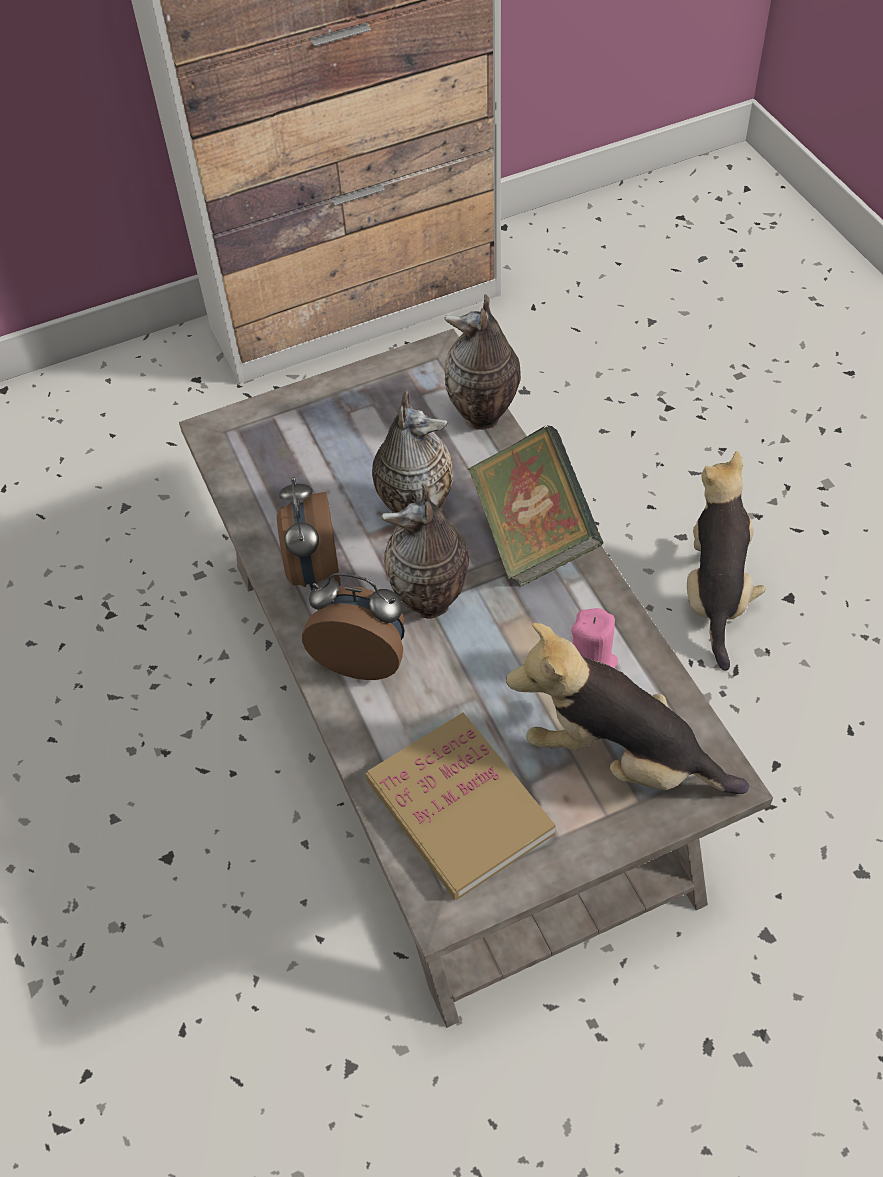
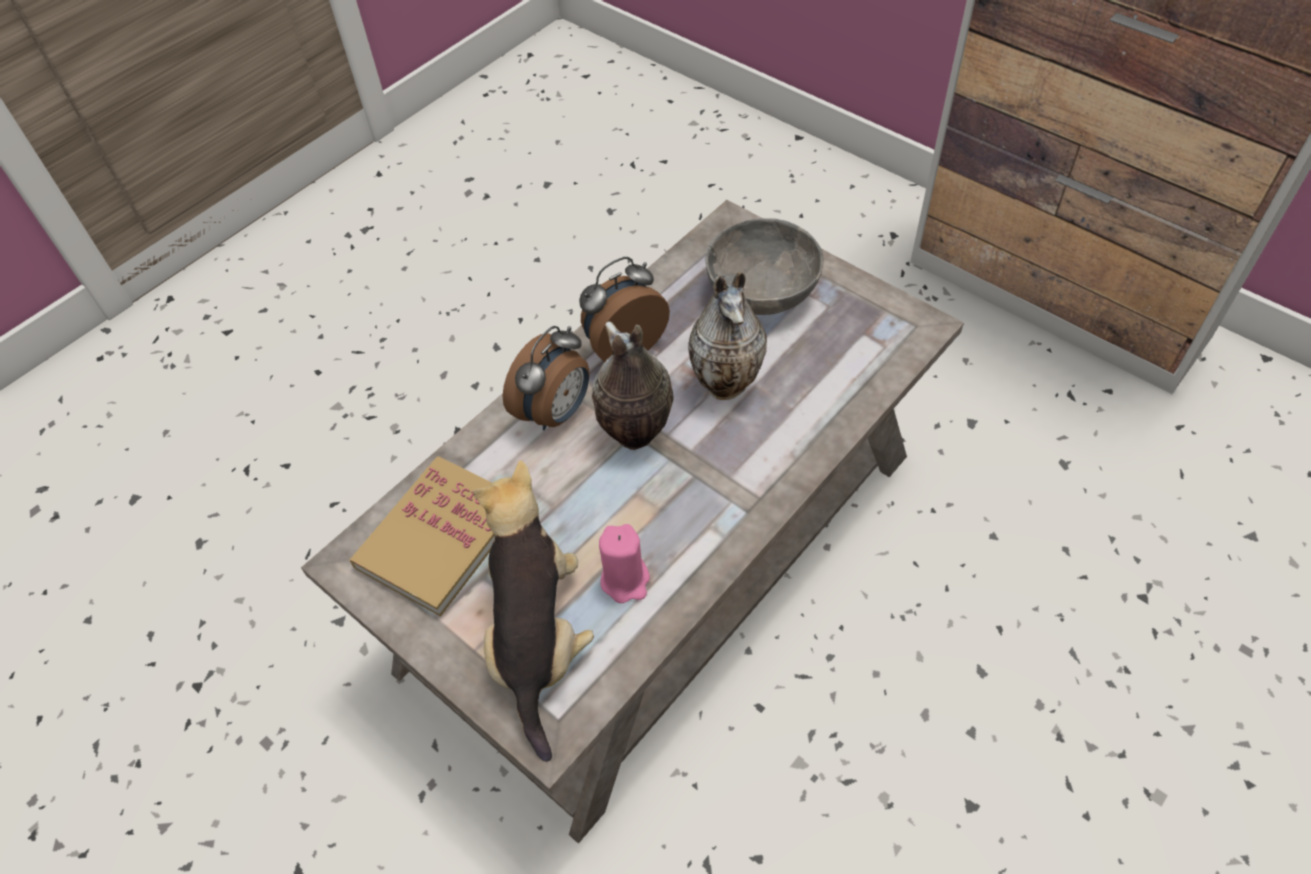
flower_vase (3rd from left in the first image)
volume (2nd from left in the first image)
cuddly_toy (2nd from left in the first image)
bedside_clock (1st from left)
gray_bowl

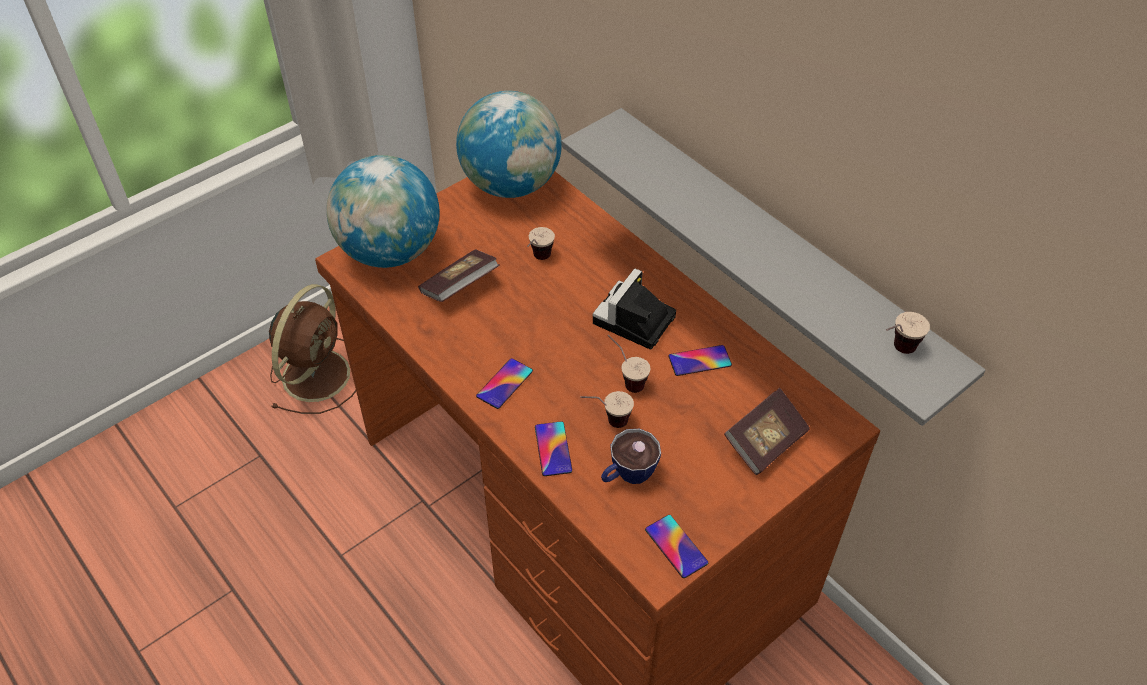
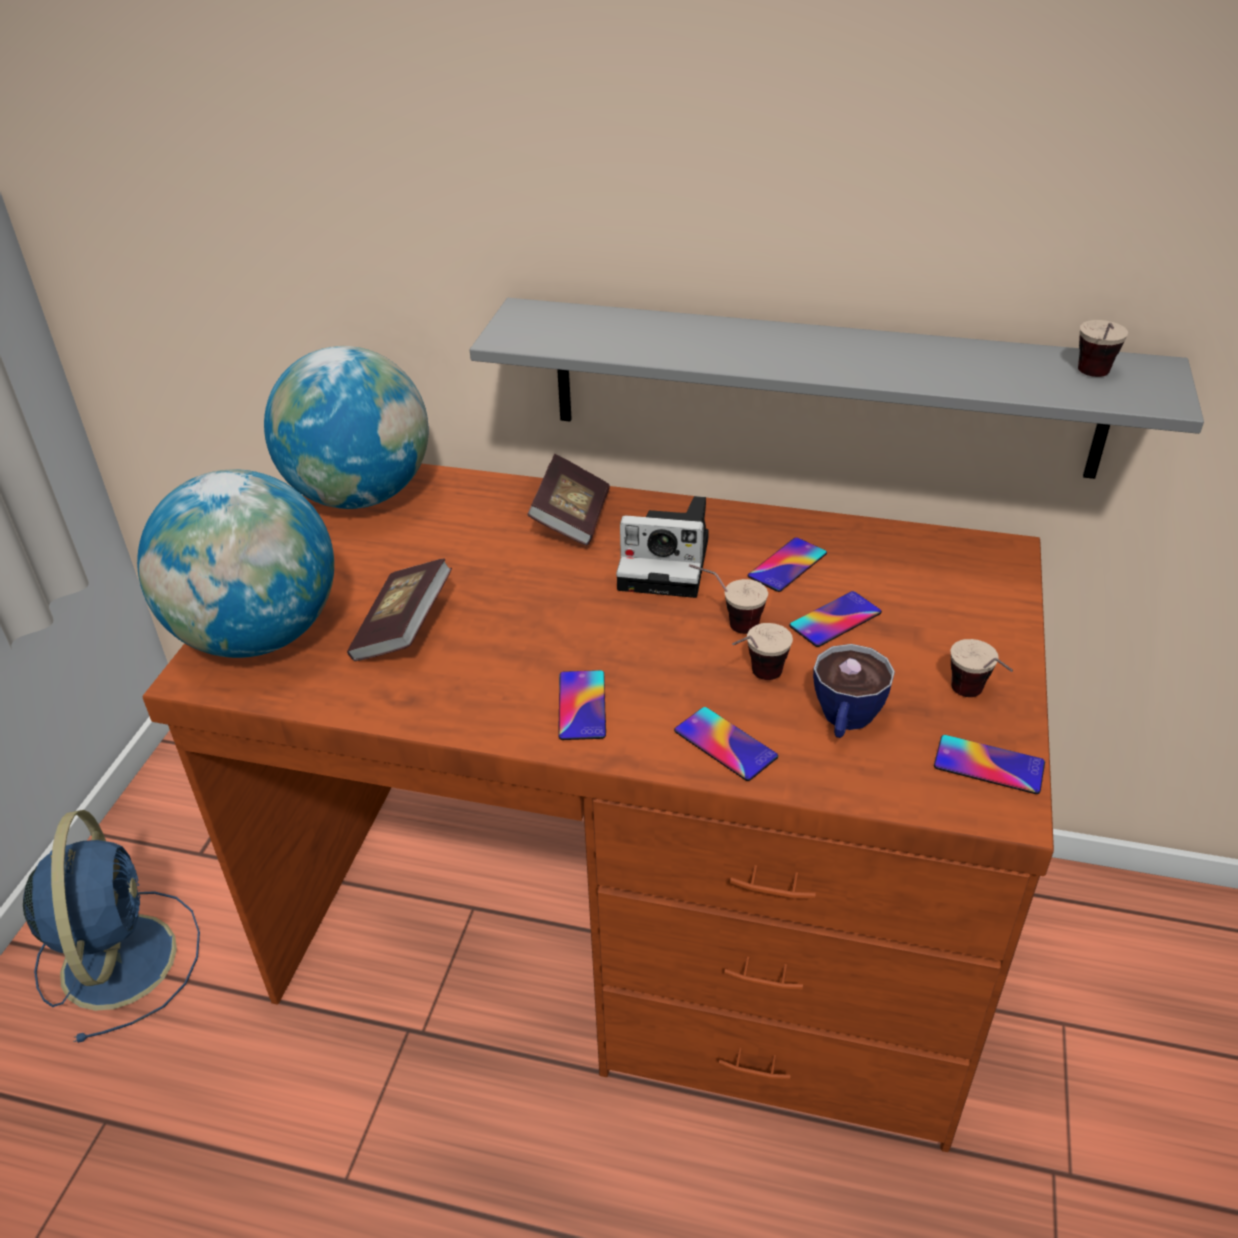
cup (4th from left)
photo_camera
blue_cooling_fan
volume (2nd from left)
handset (4th from left)

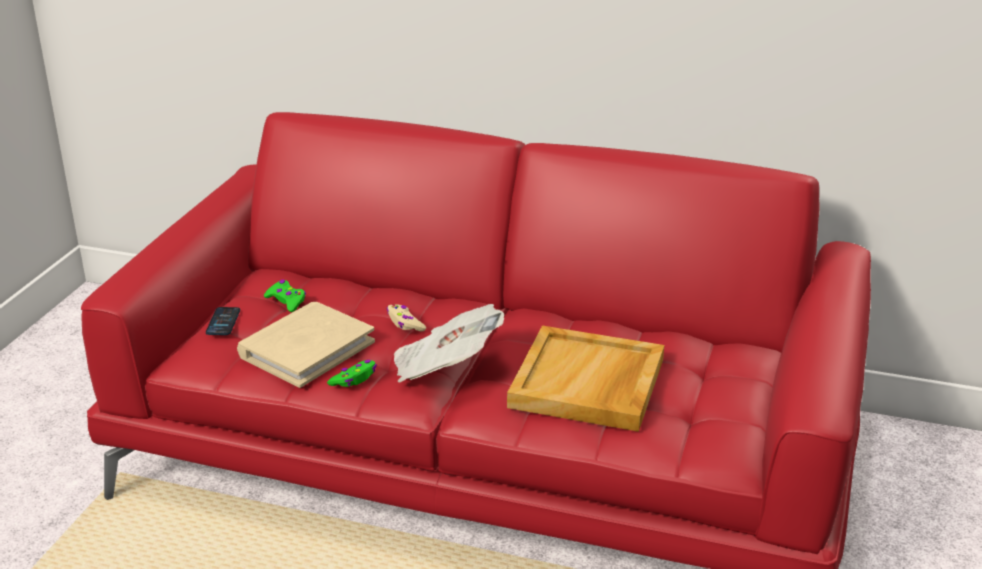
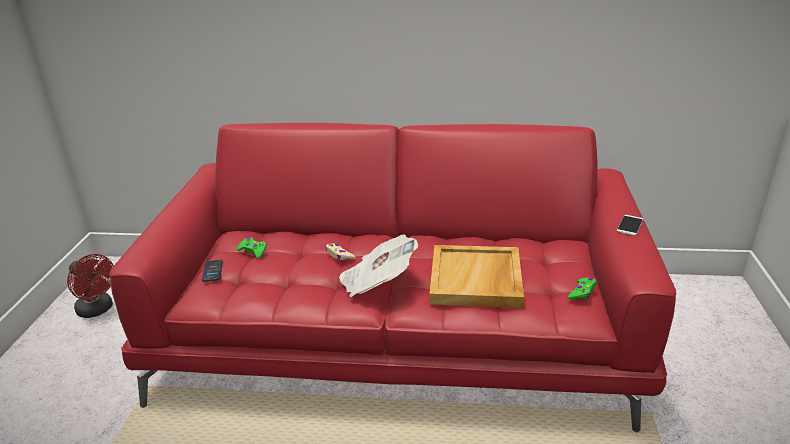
beige-coloured_volume
green-coloured_joypad (2nd from left)
handset (2nd from left)
reddish_cooling_fan

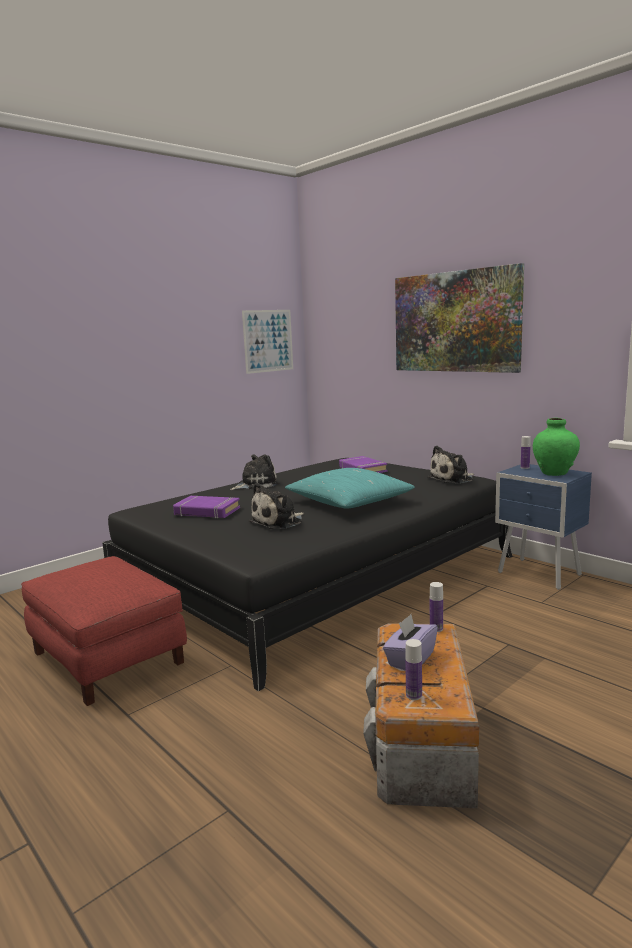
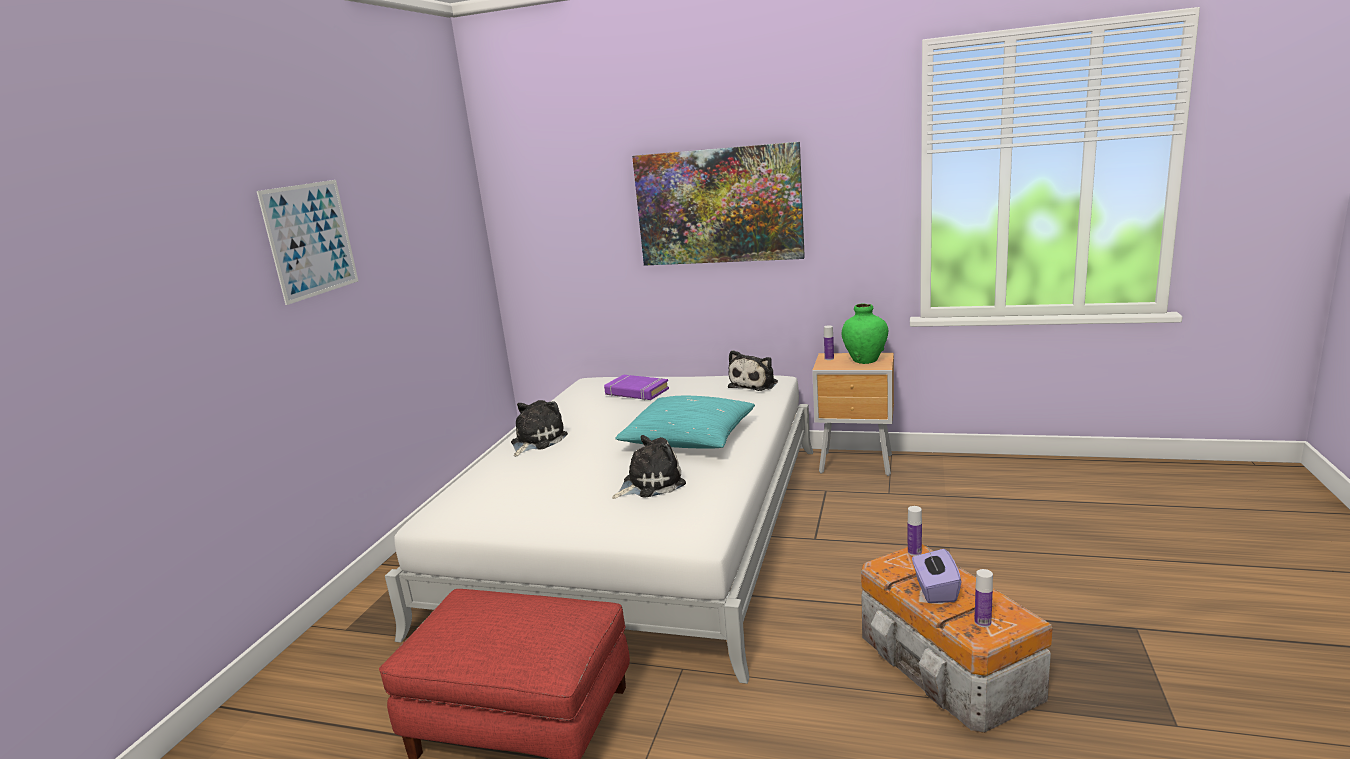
wall_picture (1st from left)
white-coloured_sleeping_bed
brown_bedside_table
cuddly_toy (2nd from left)
purplish_volume (1st from left in the first image)

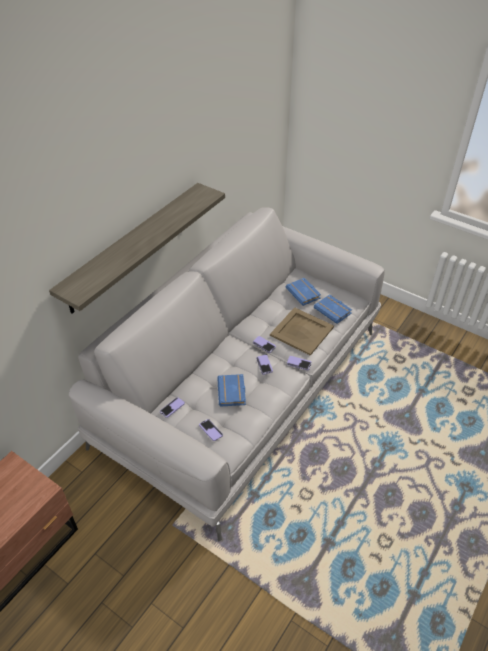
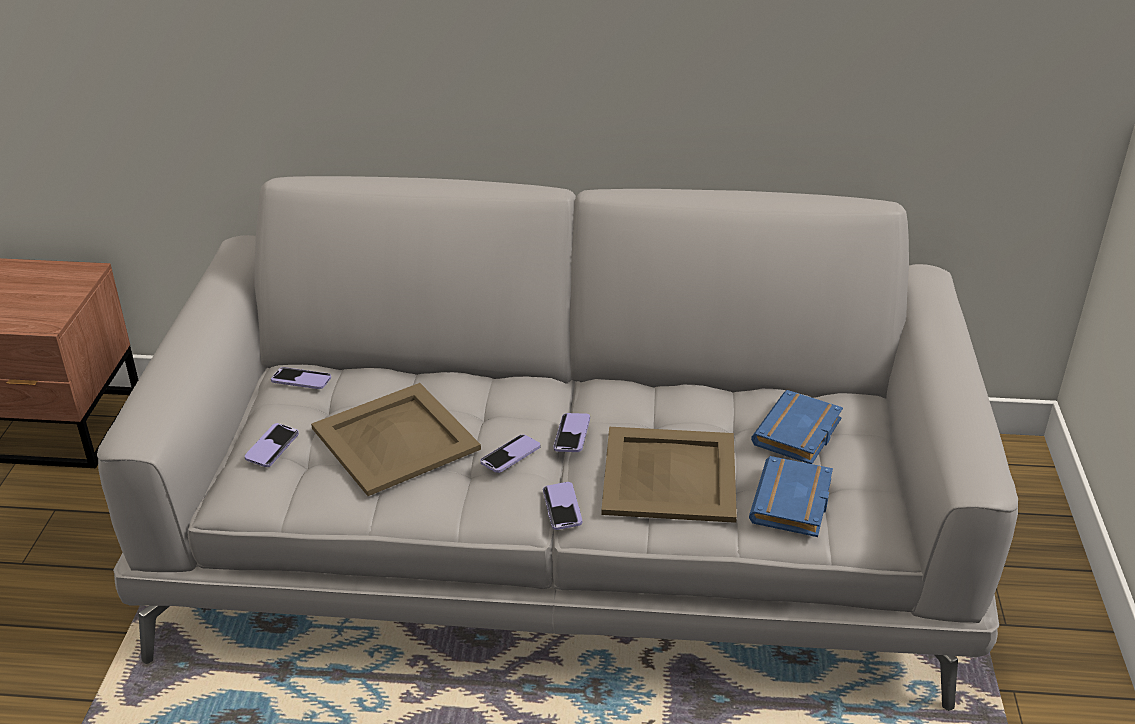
bracket_shelf
beige-coloured_carrying_tray (1st from left)

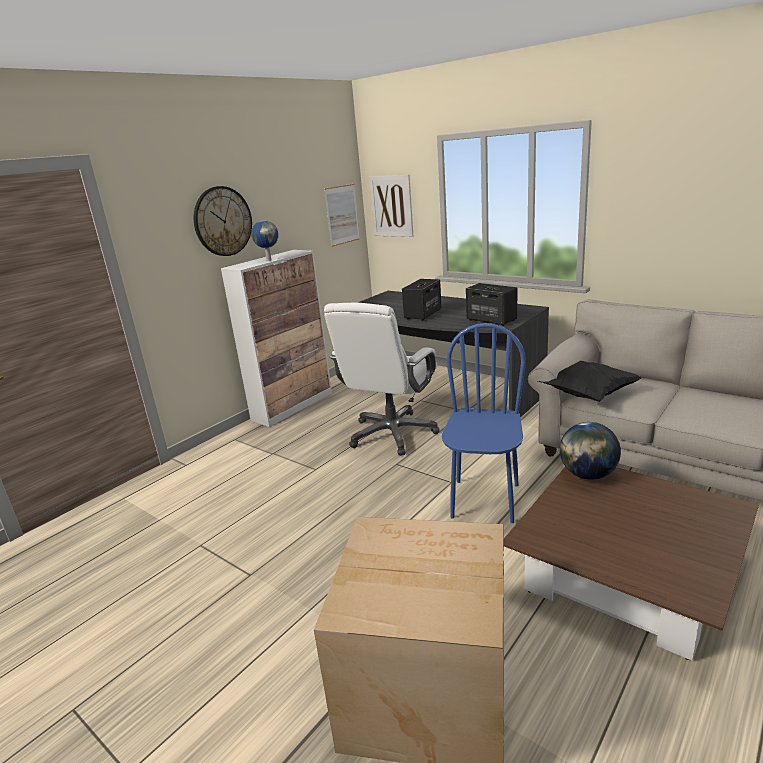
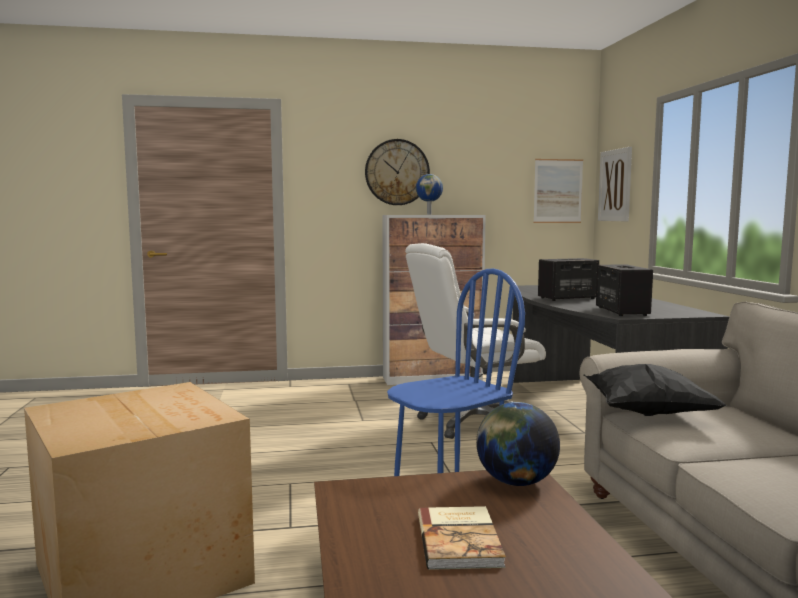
volume

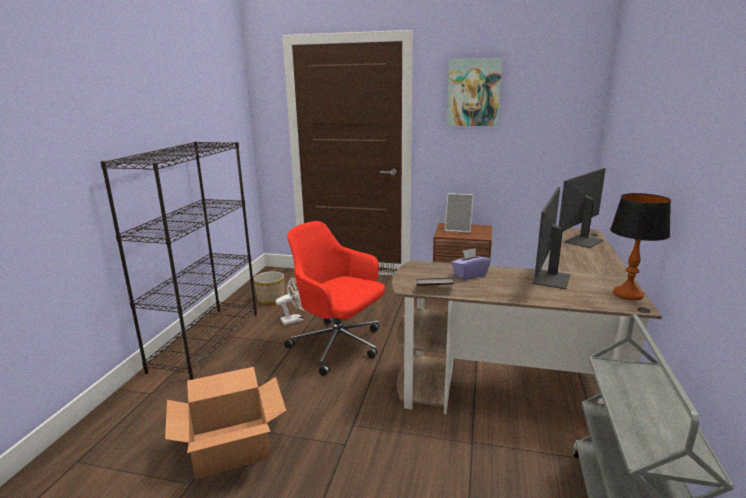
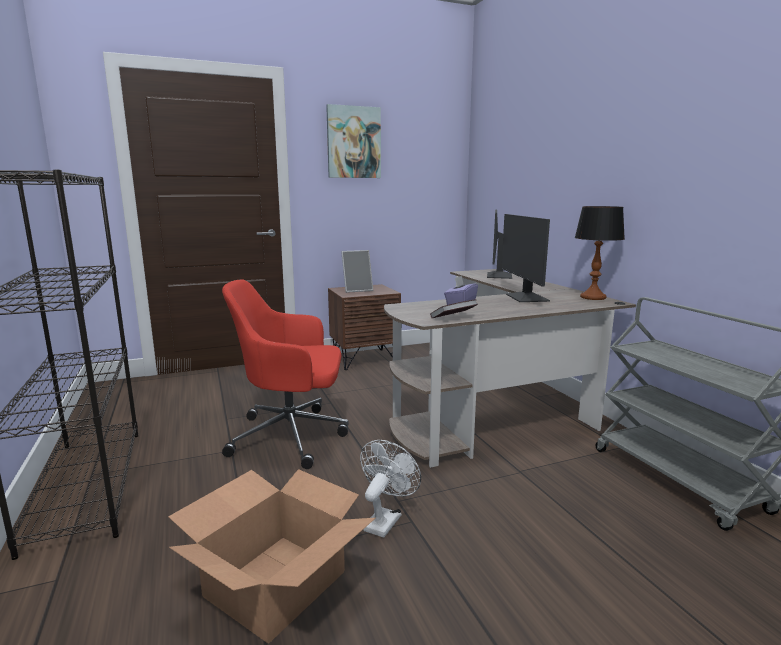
flower_pot
white-coloured_cooling_fan

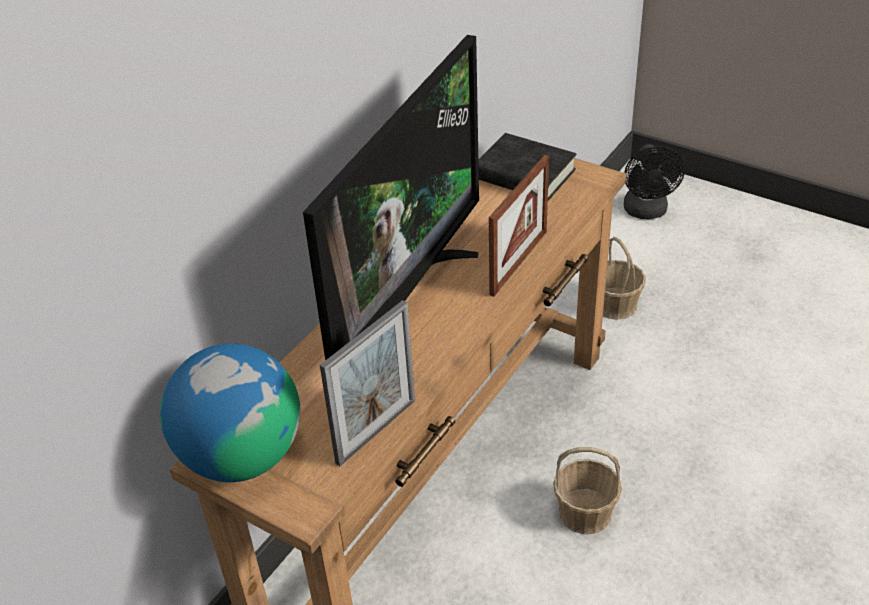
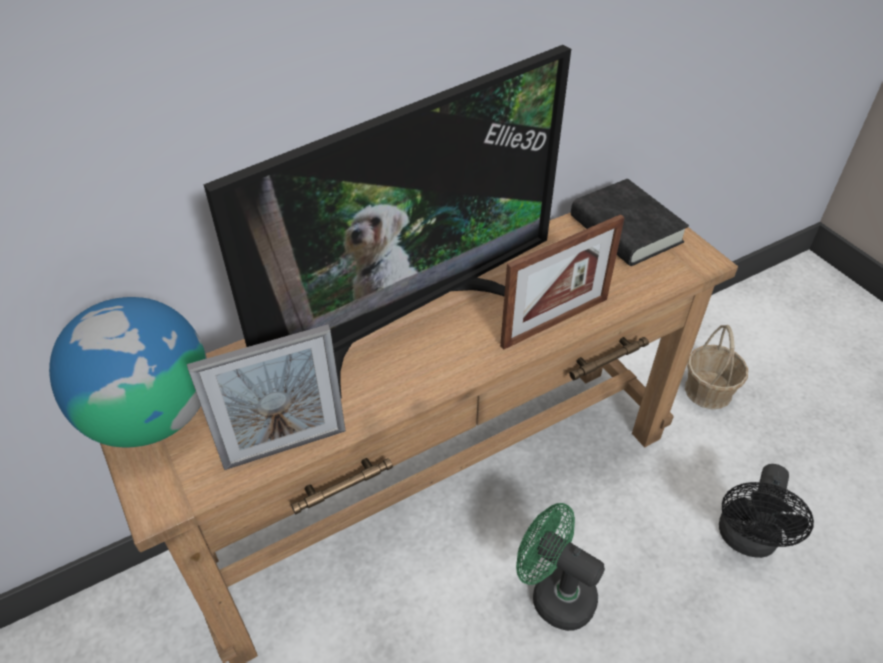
blackish_cooling_fan
green-coloured_cooling_fan

